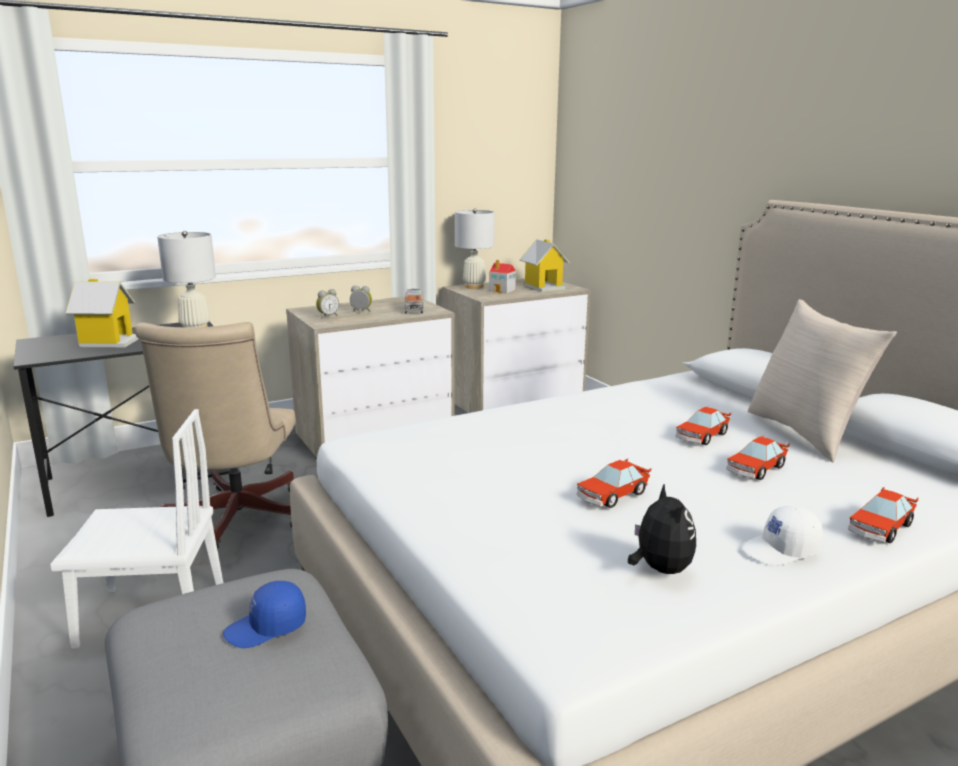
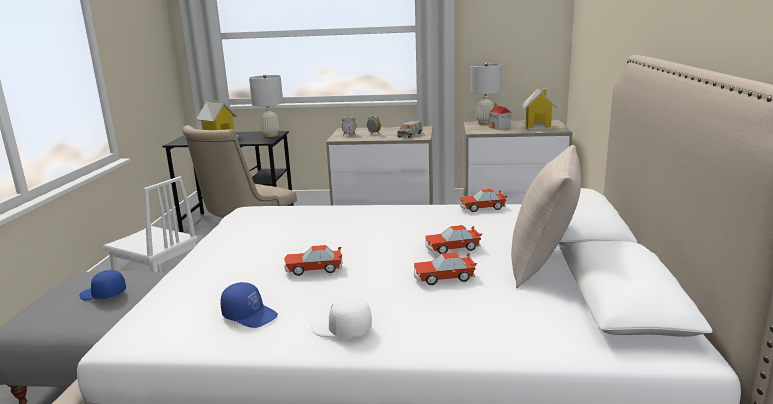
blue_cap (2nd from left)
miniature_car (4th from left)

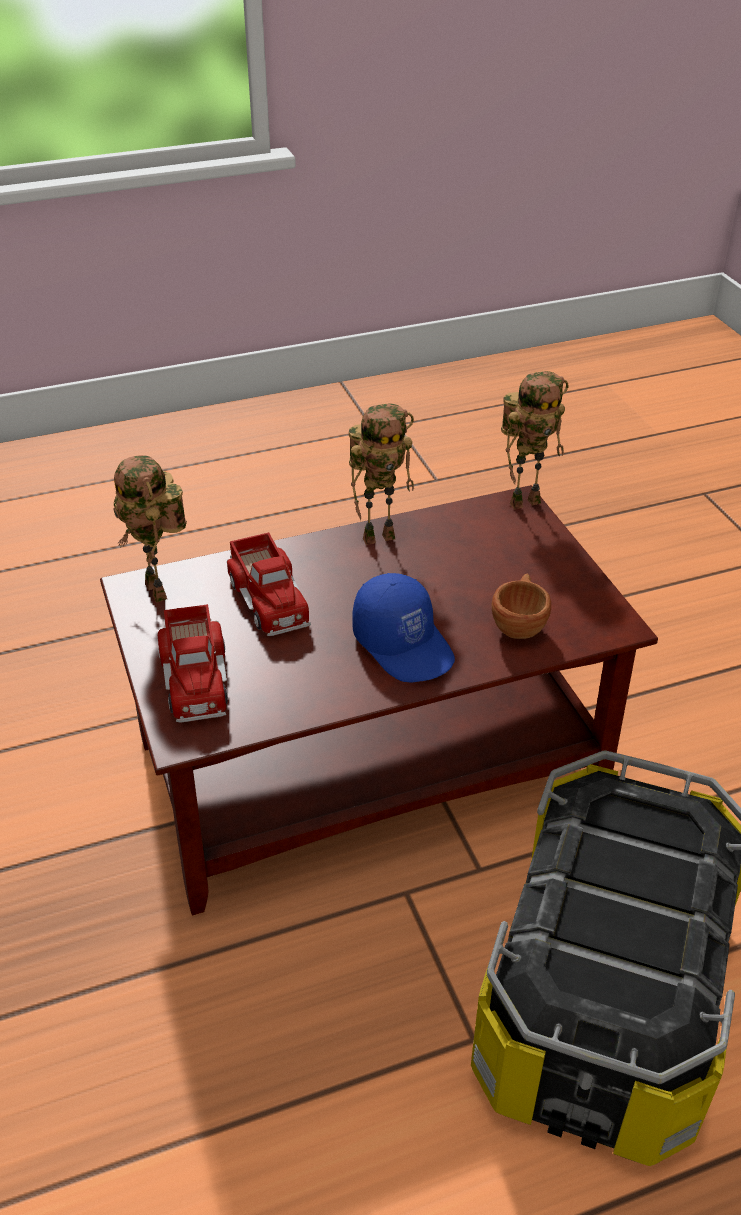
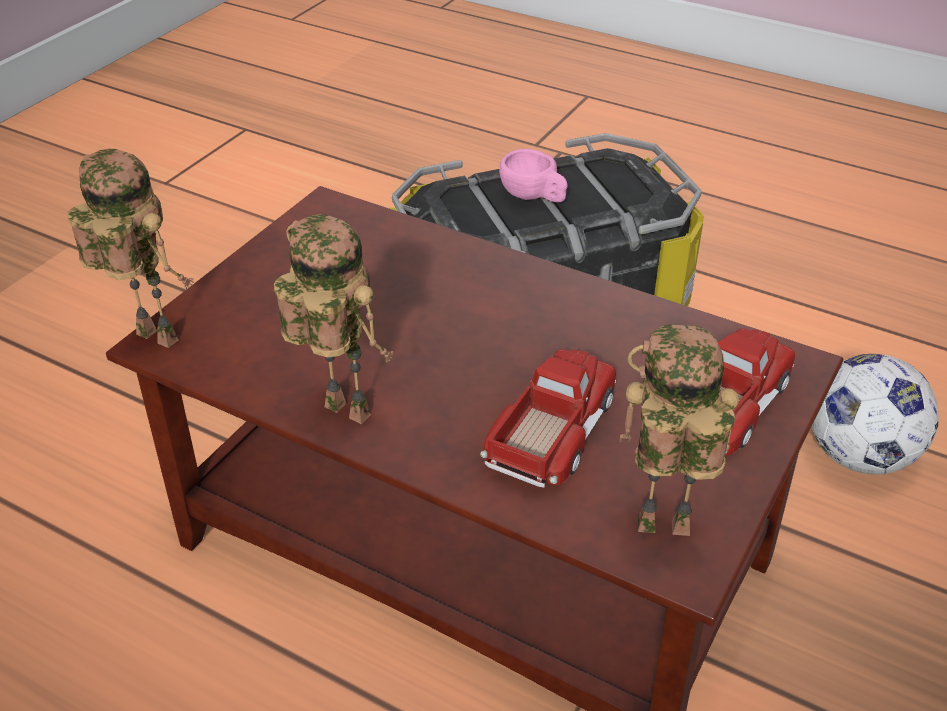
model_robot (3rd from left)
blue_cap
brown_cup
pinkish_cup
football

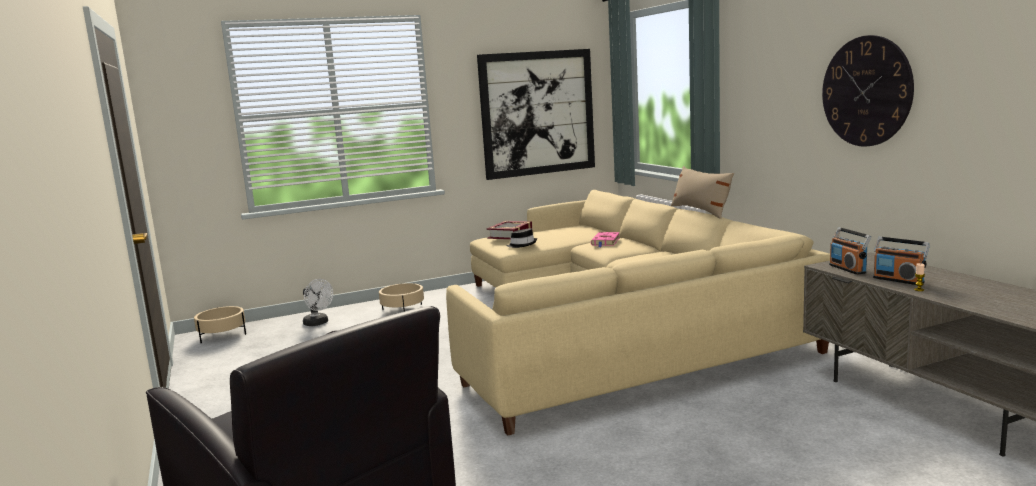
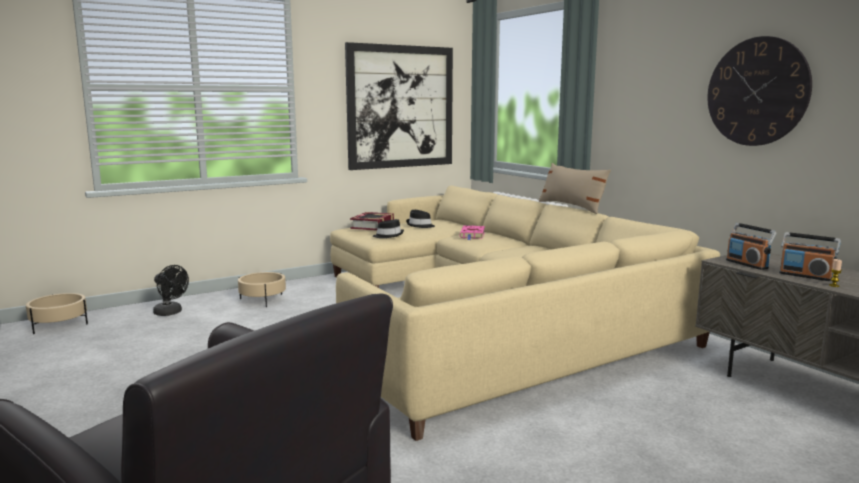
blackish_cooling_fan
blackish_clothing_hat (2nd from left)

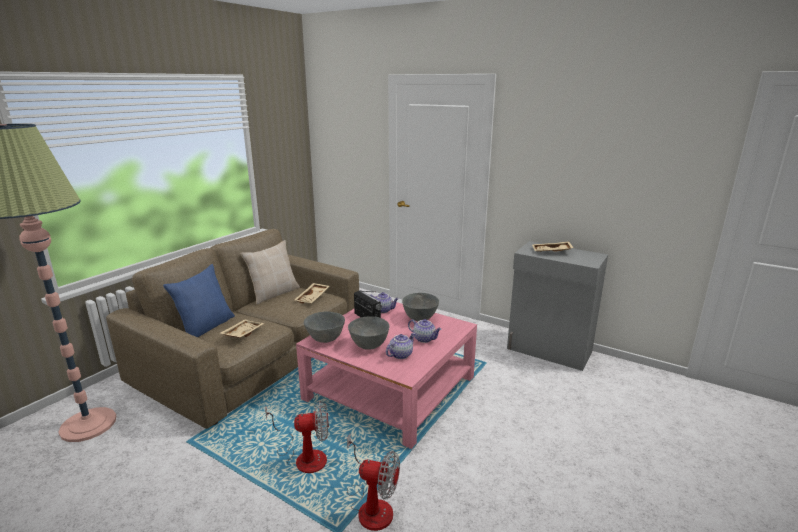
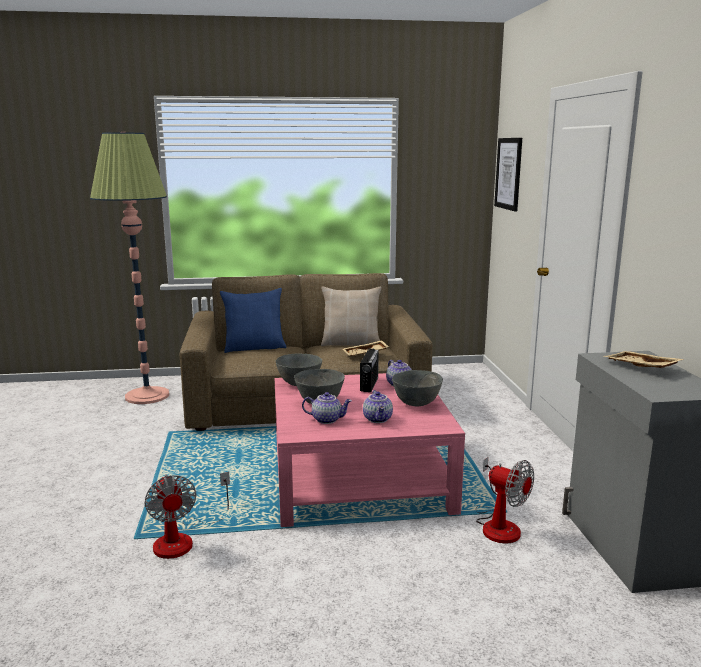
beige-coloured_carrying_tray (1st from left in the first image)
cooling_fan (2nd from left)
wall_picture

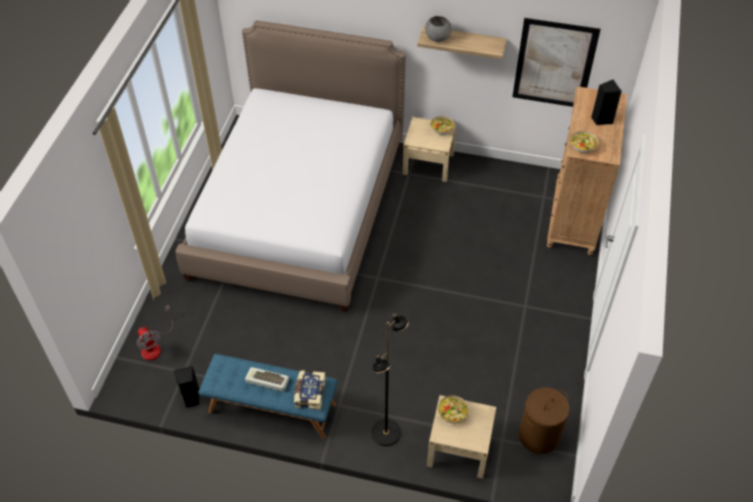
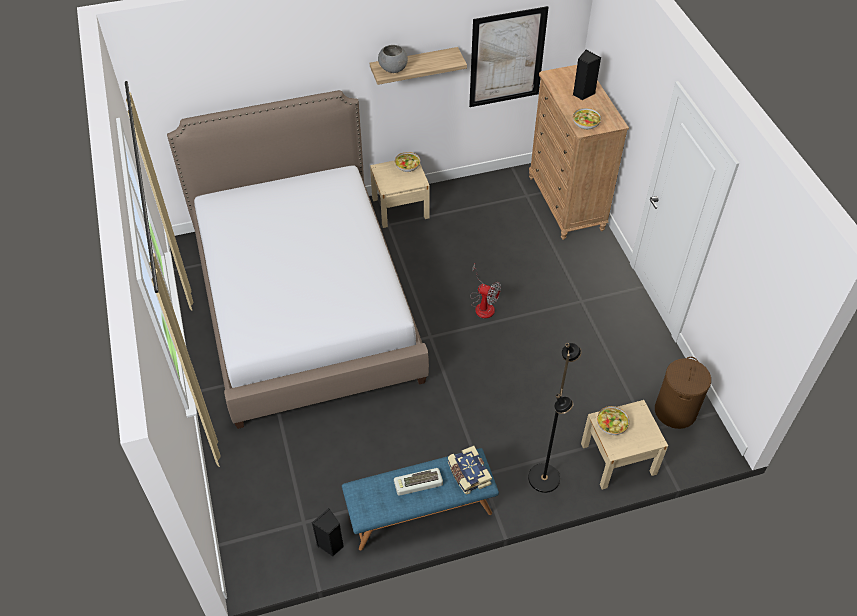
cooling_fan

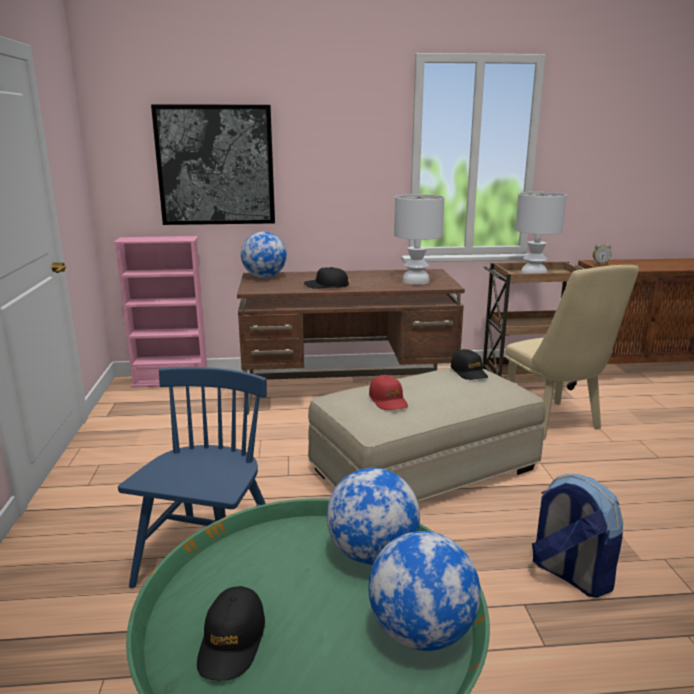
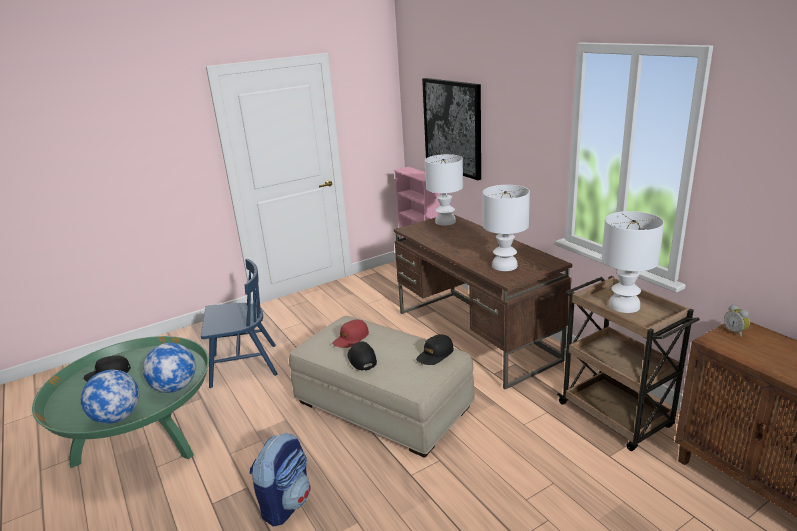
white-coloured_tabletop_lamp (1st from left)
beige-coloured_plain_chair
blackish_cap (2nd from left)

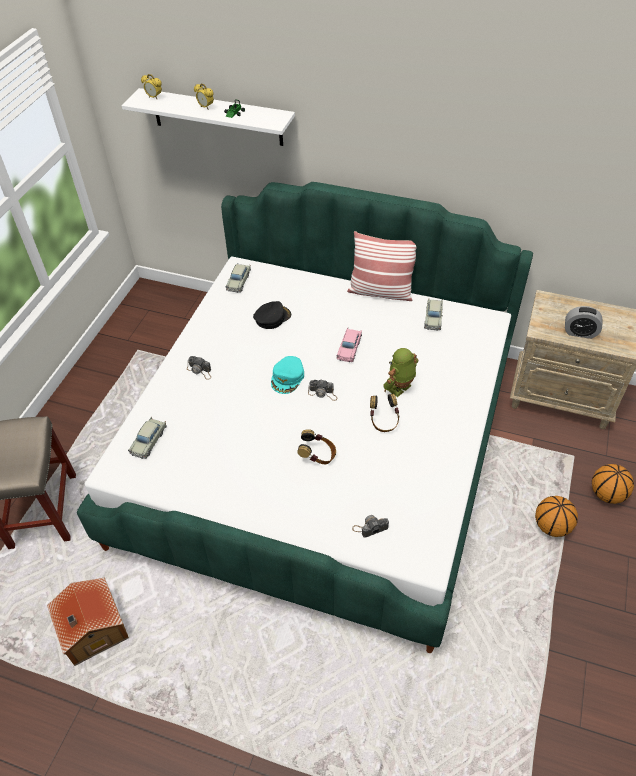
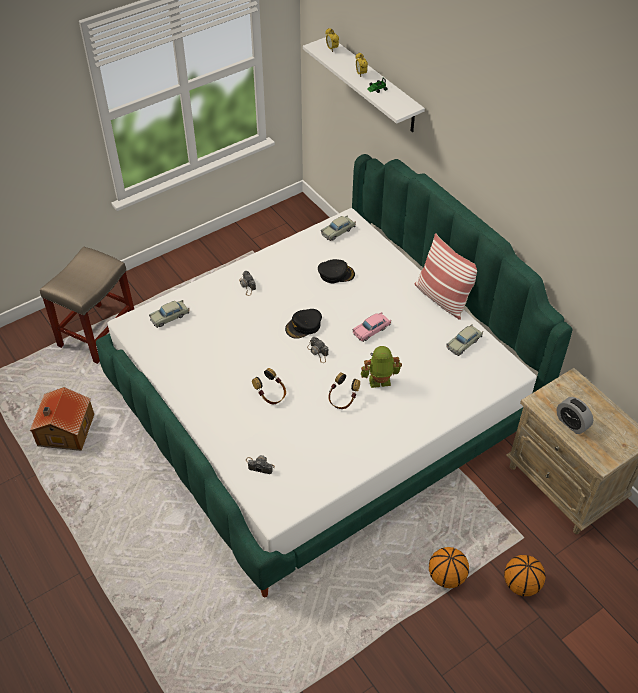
blackish_cap (1st from left)

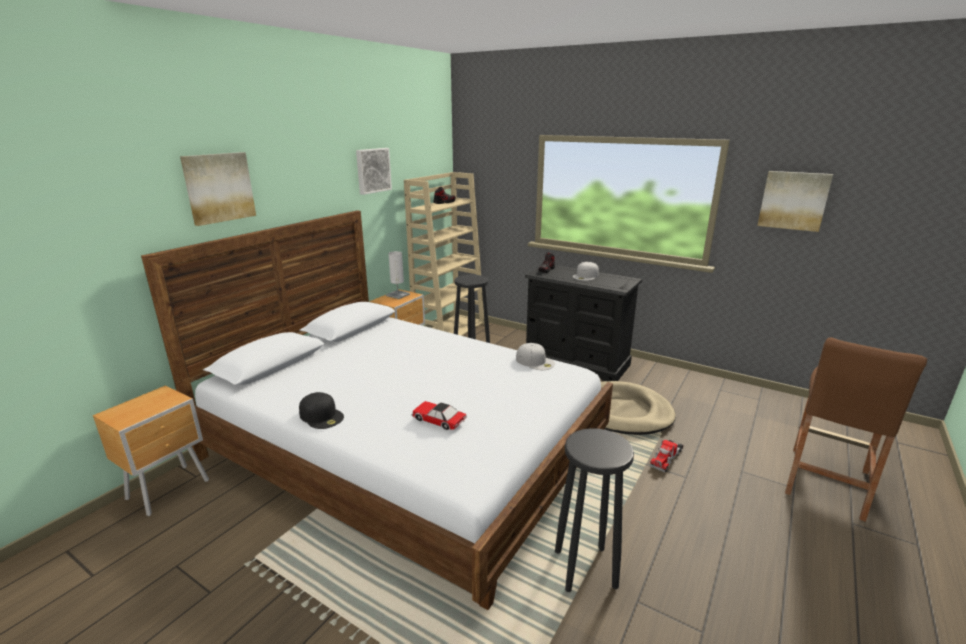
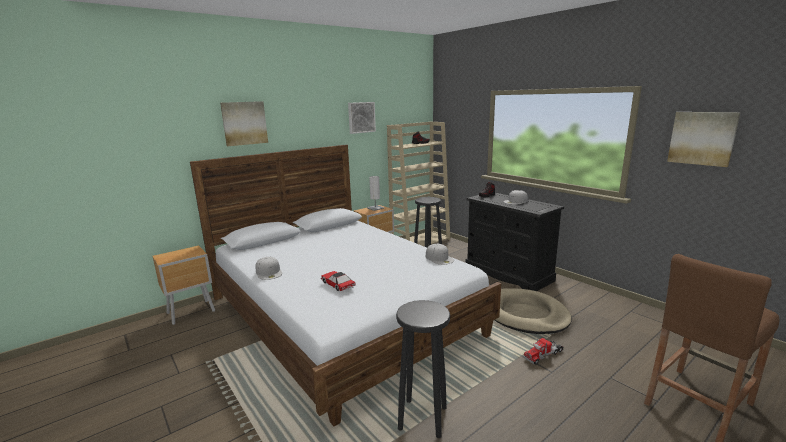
white-coloured_cap (1st from left)

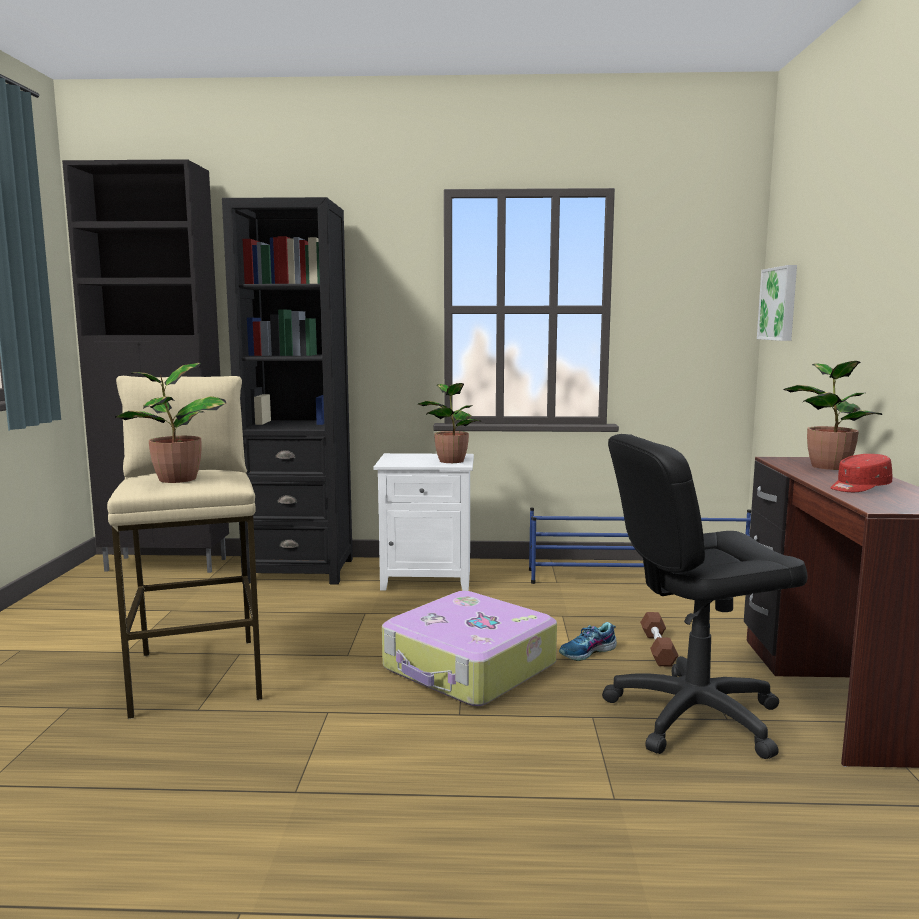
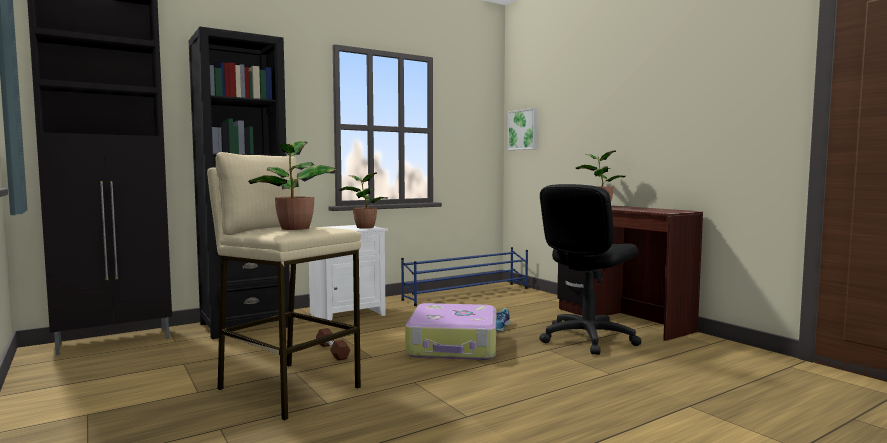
reddish_cap
brown_free_weight

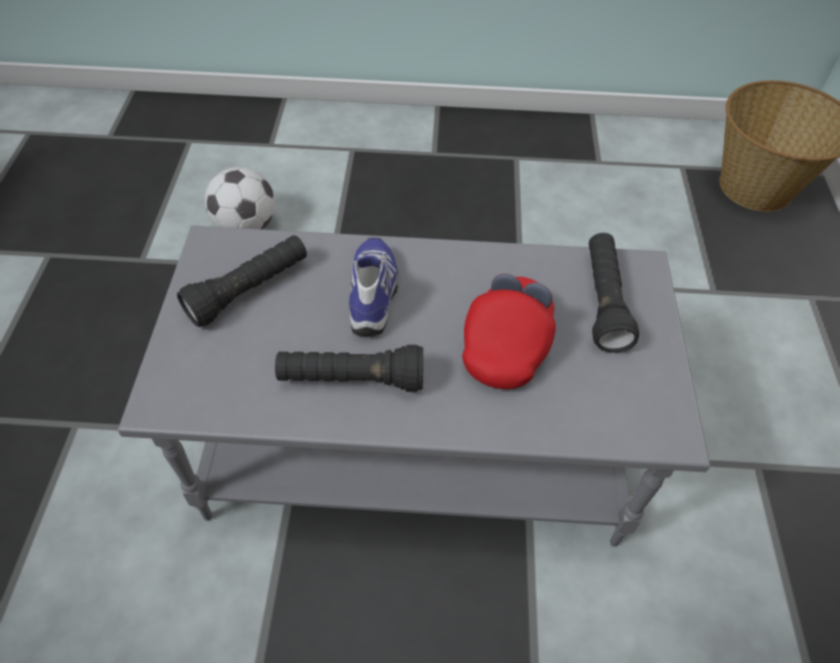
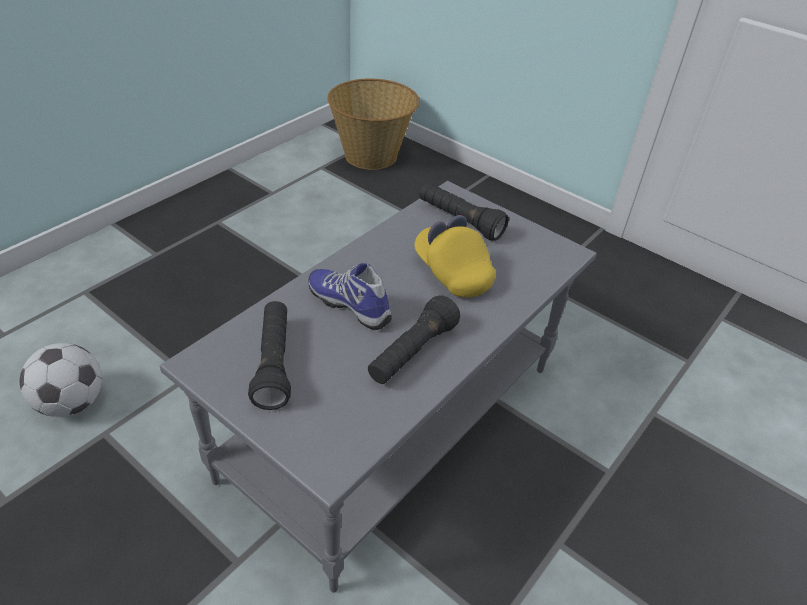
yellowish_cap

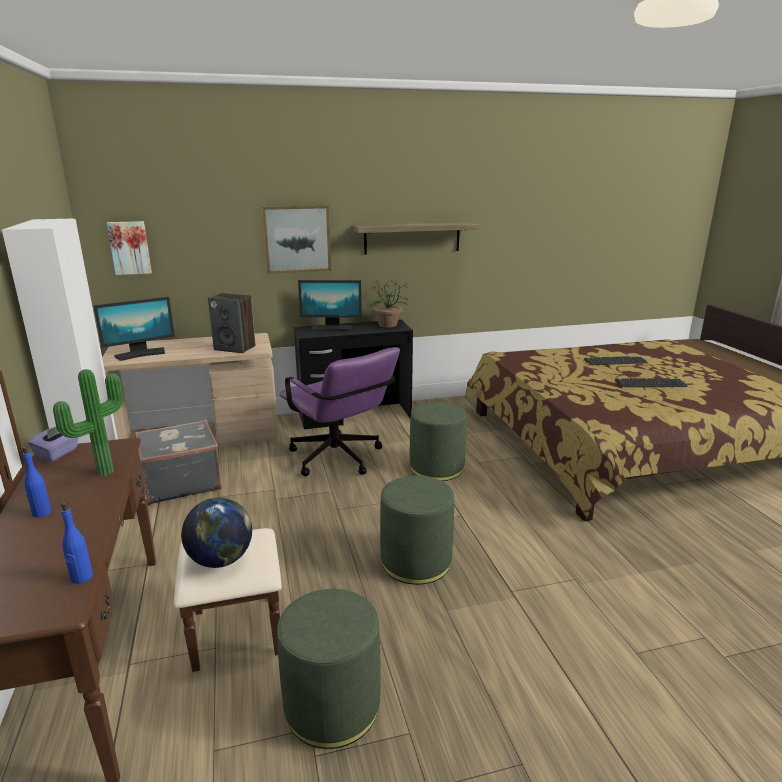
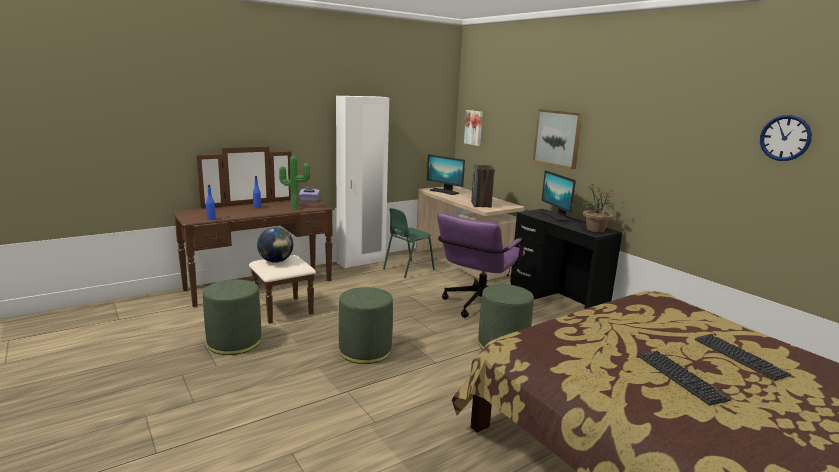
bracket_shelf
green-coloured_plain_chair
wall_clock

